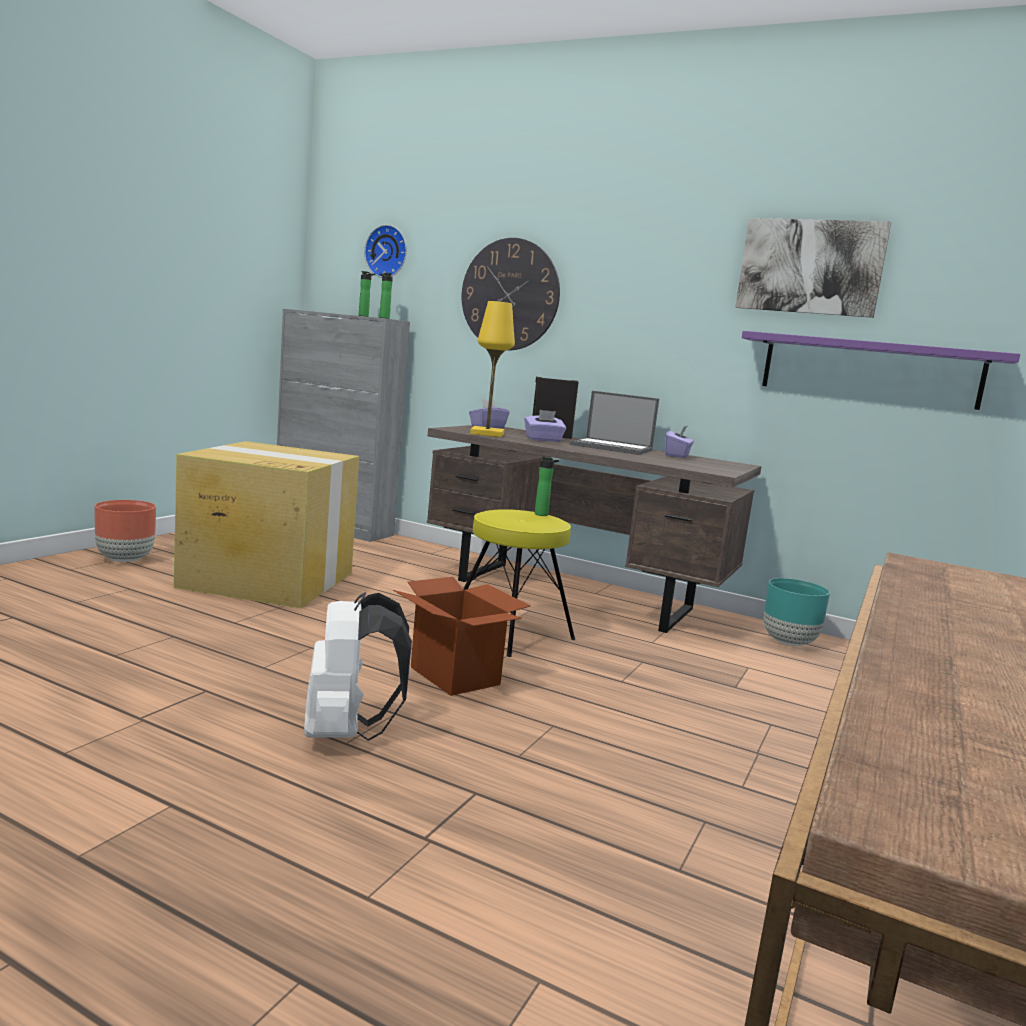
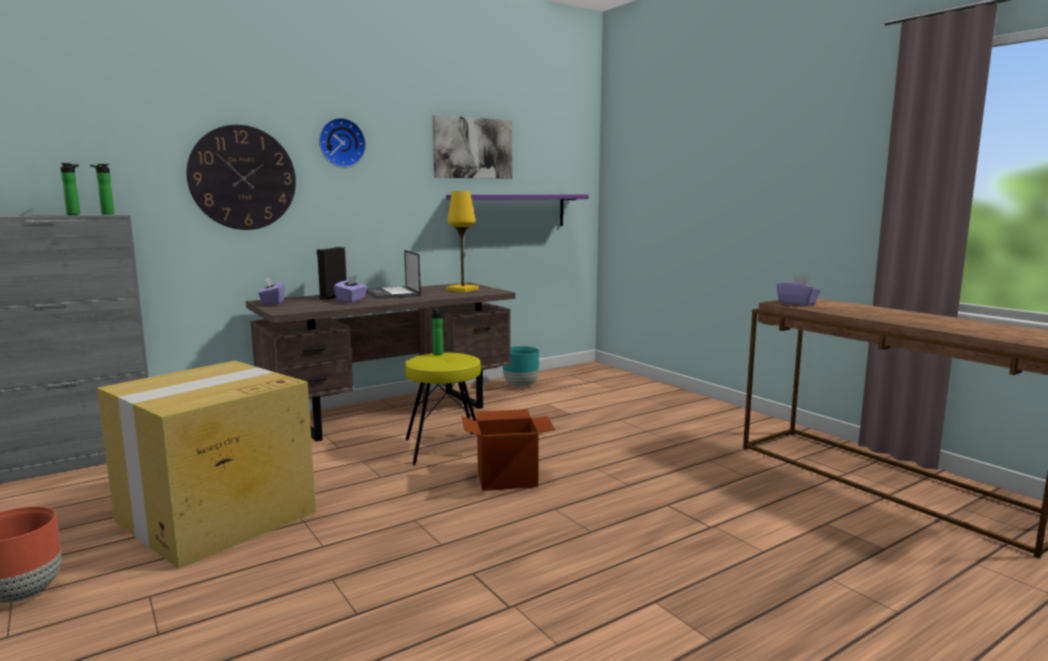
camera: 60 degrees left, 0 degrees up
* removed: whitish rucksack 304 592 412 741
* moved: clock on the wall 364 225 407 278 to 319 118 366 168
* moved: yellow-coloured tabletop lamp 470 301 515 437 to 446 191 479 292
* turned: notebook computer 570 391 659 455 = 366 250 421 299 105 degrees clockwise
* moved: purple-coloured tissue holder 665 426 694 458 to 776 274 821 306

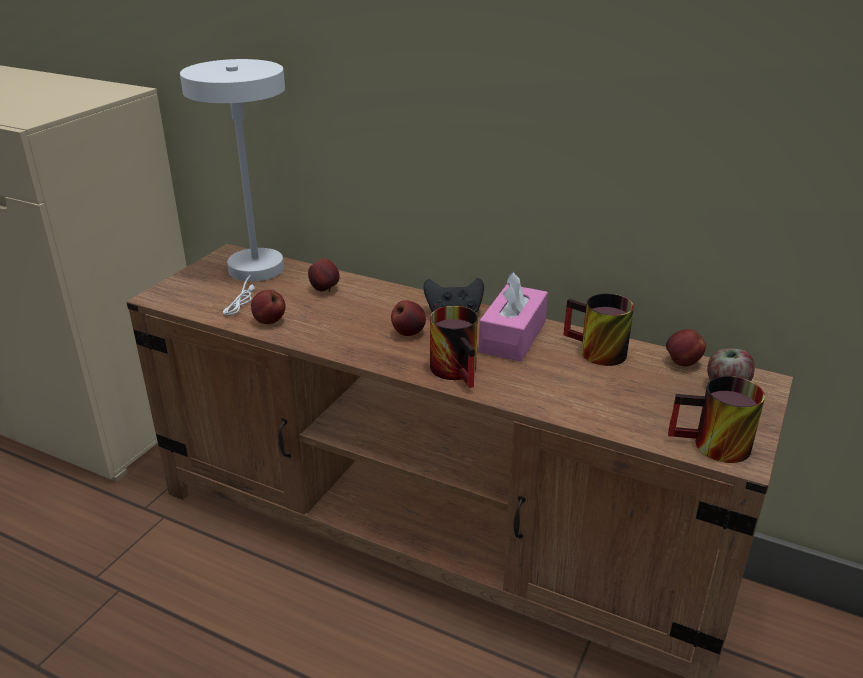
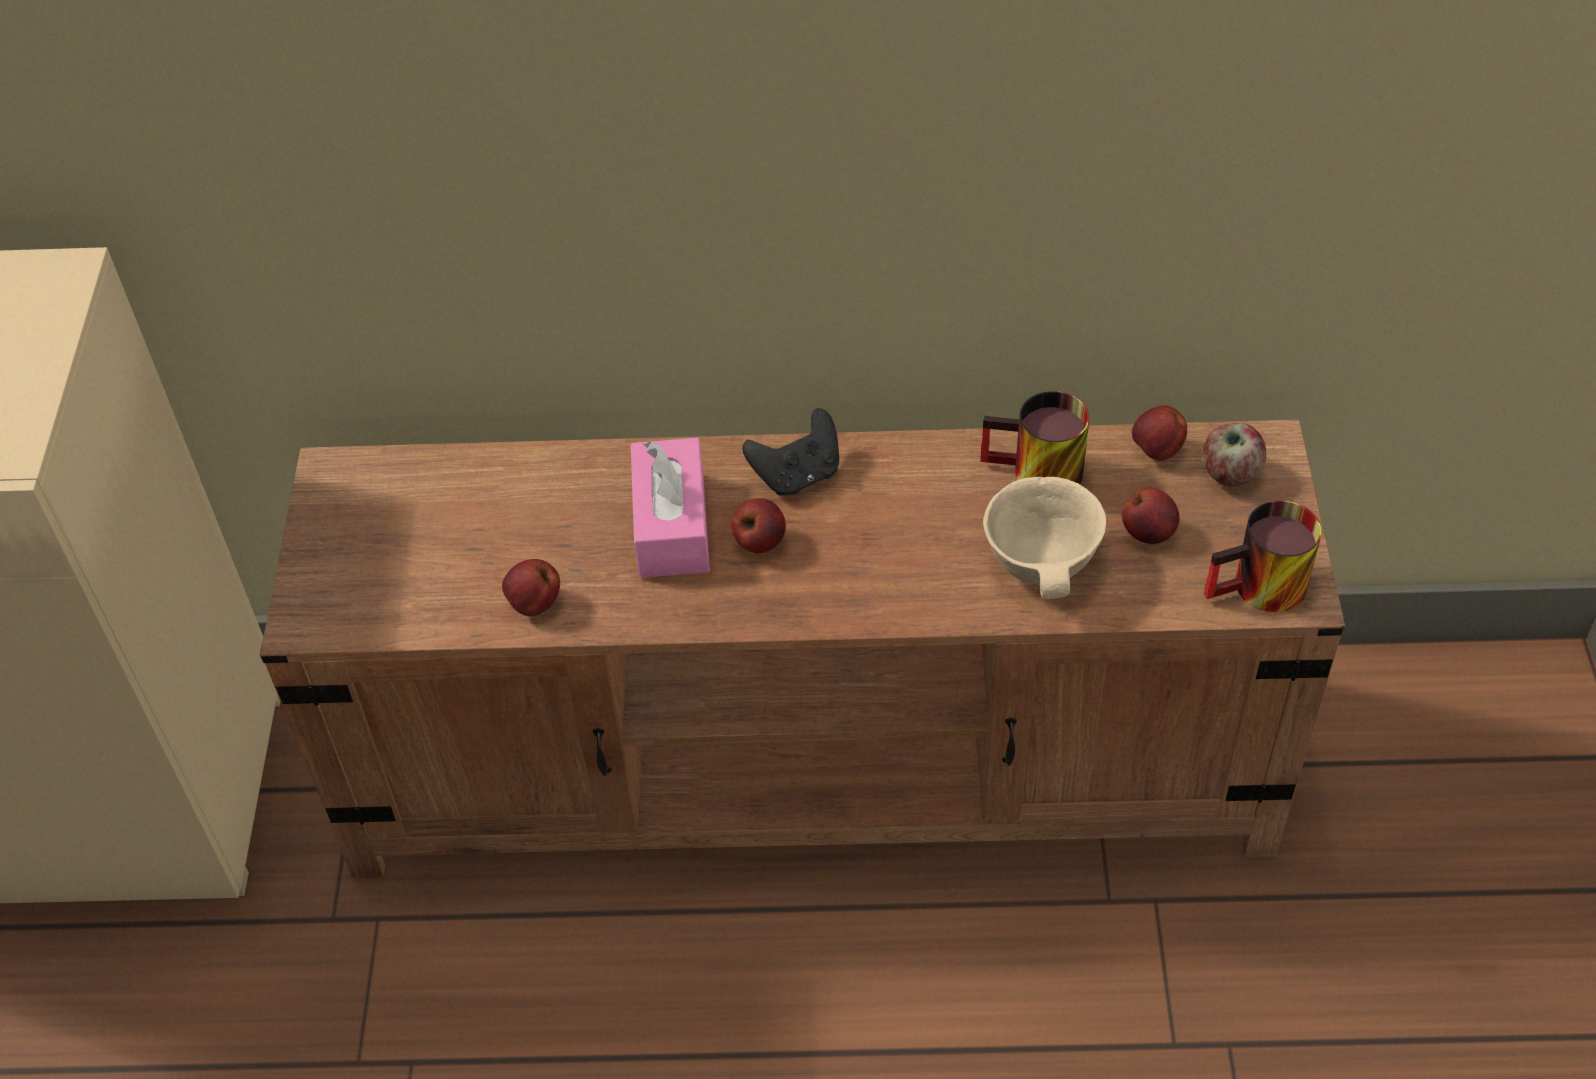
camera: 25 degrees left, 20 degrees up
* removed: whitish tabletop lamp 180 59 285 315
* moved: apple fruit 308 258 340 292 to 1122 487 1180 544
* removed: coffee mug 430 306 478 388
* moved: pinkish tissue holder 478 272 548 362 to 631 438 710 578
* added: sand-coloured serving bowl 983 477 1106 599

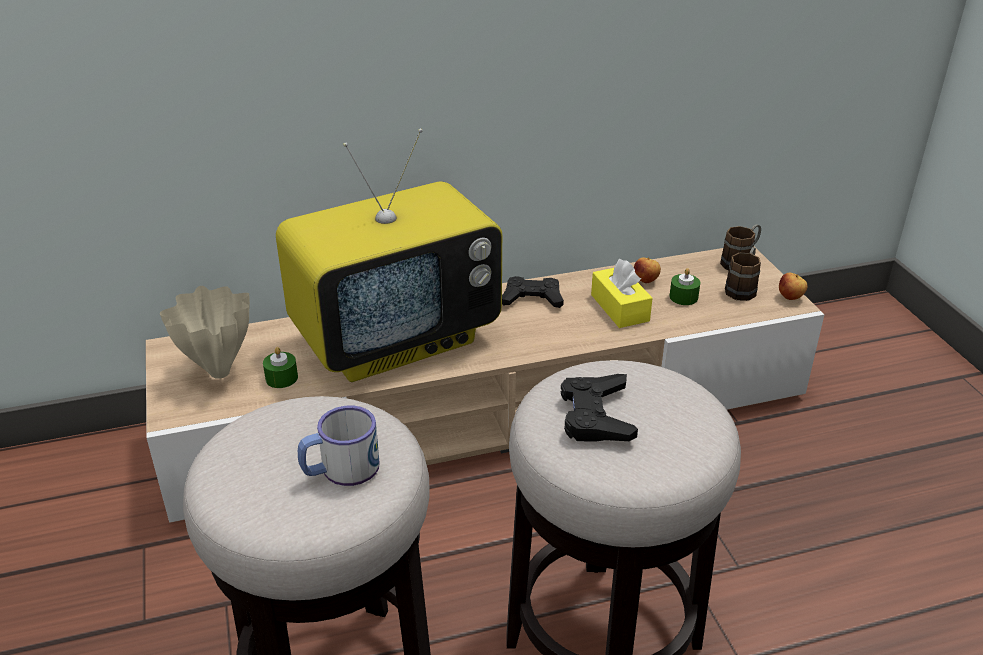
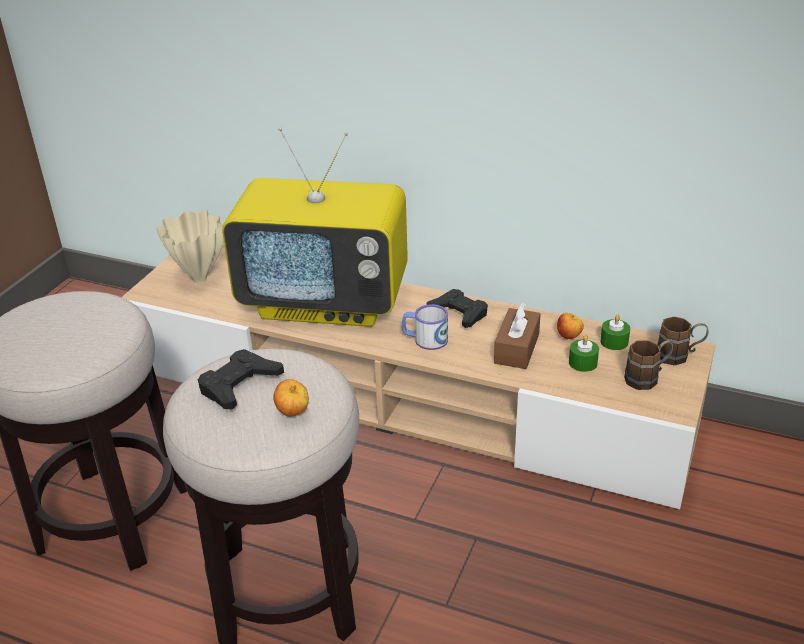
camera: 40 degrees right, 0 degrees up
* moved: greenish wax candle 263 347 298 388 to 600 314 630 350
* moved: coffee mug 298 406 380 486 to 402 304 448 350
* recoloured: yellow-coloured tissue holder 591 259 653 328 to brown tissue holder 494 303 541 369
* moved: apple fruit 779 273 808 300 to 273 379 309 417

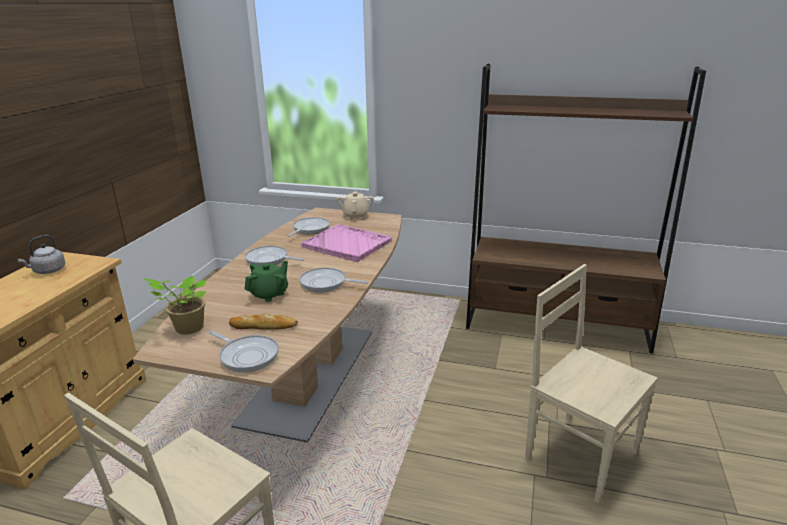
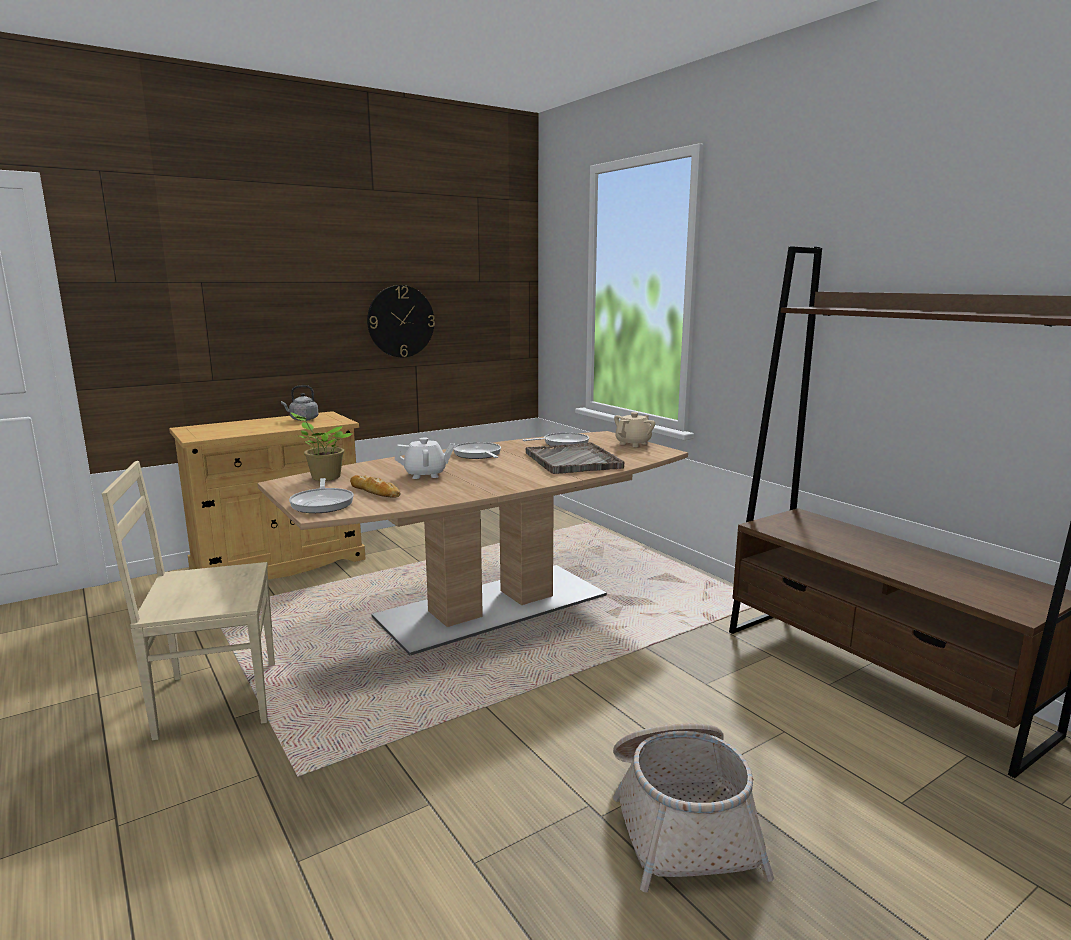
camera: 40 degrees right, 10 degrees down
* recoloured: greenish pot for tea 245 261 288 302 to whitish pot for tea 394 437 455 479
* removed: frying pan 299 267 368 292
* recoloured: pinkish carrying tray 301 224 392 262 to gray carrying tray 526 442 625 474
* replaced: sand-coloured upright chair 525 264 658 503 to basket 613 724 774 892
* added: clock on the wall 367 285 435 357

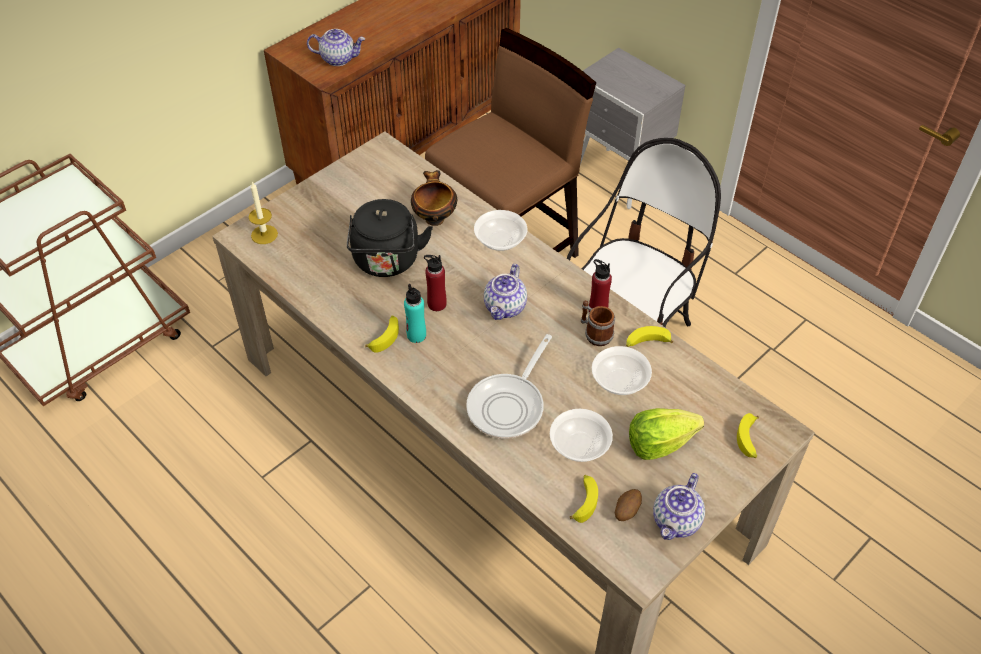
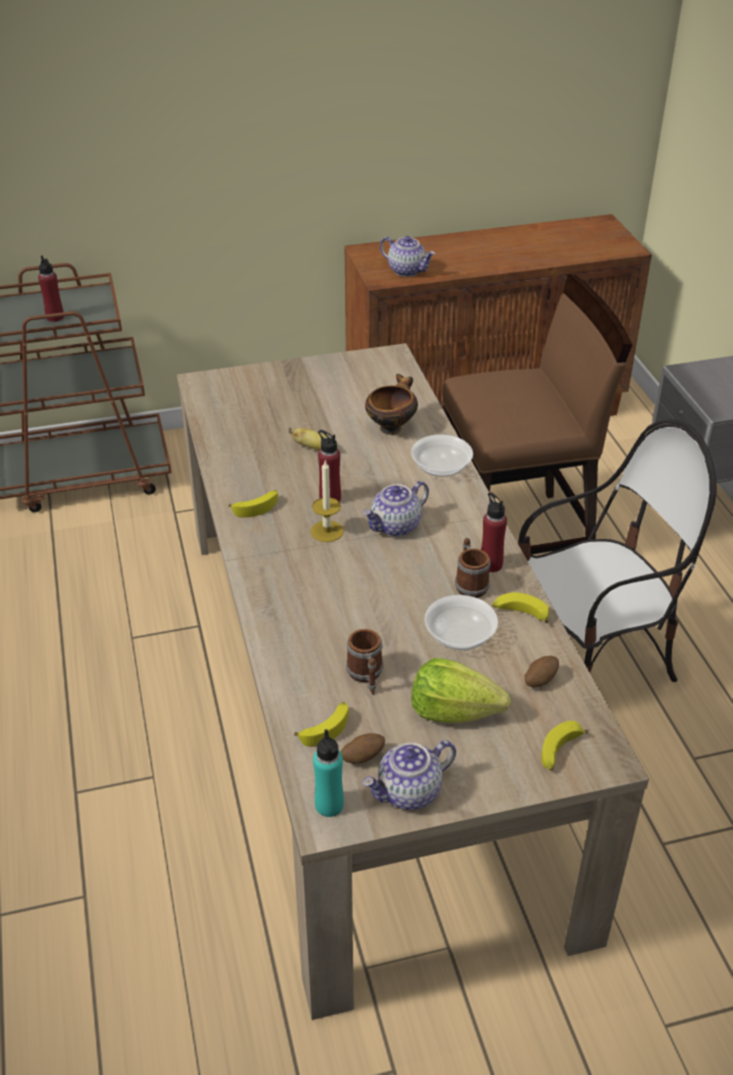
camera: 30 degrees right, 10 degrees down
* moved: wax candle 249 182 278 244 to 311 461 344 542
* replaced: blackish tea kettle 347 199 433 277 to banana 289 427 330 450
* moved: blue-green beverage bottle 404 284 426 343 to 313 729 344 817
* removed: frying pan 466 334 552 439
* replaced: serving bowl 550 409 613 462 to coffee mug 346 629 383 695
* added: reddish beverage bottle 38 256 64 322
* added: potato 524 655 559 687

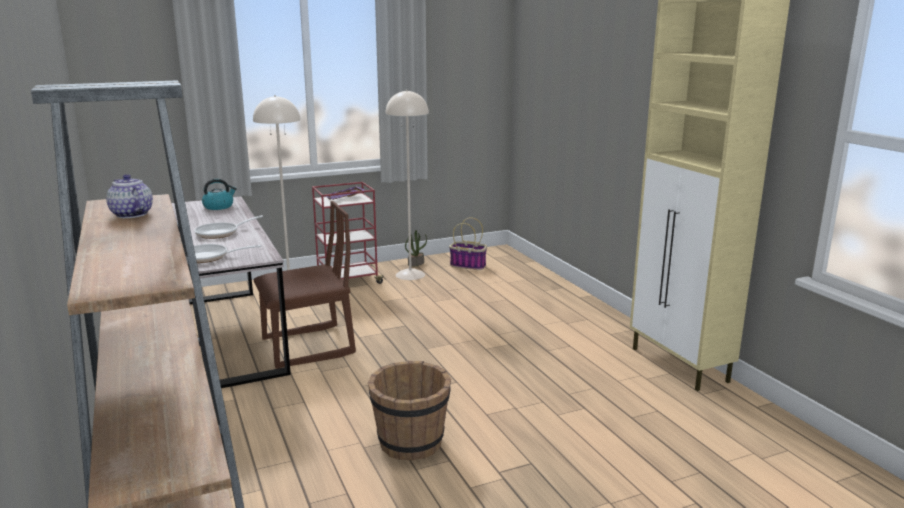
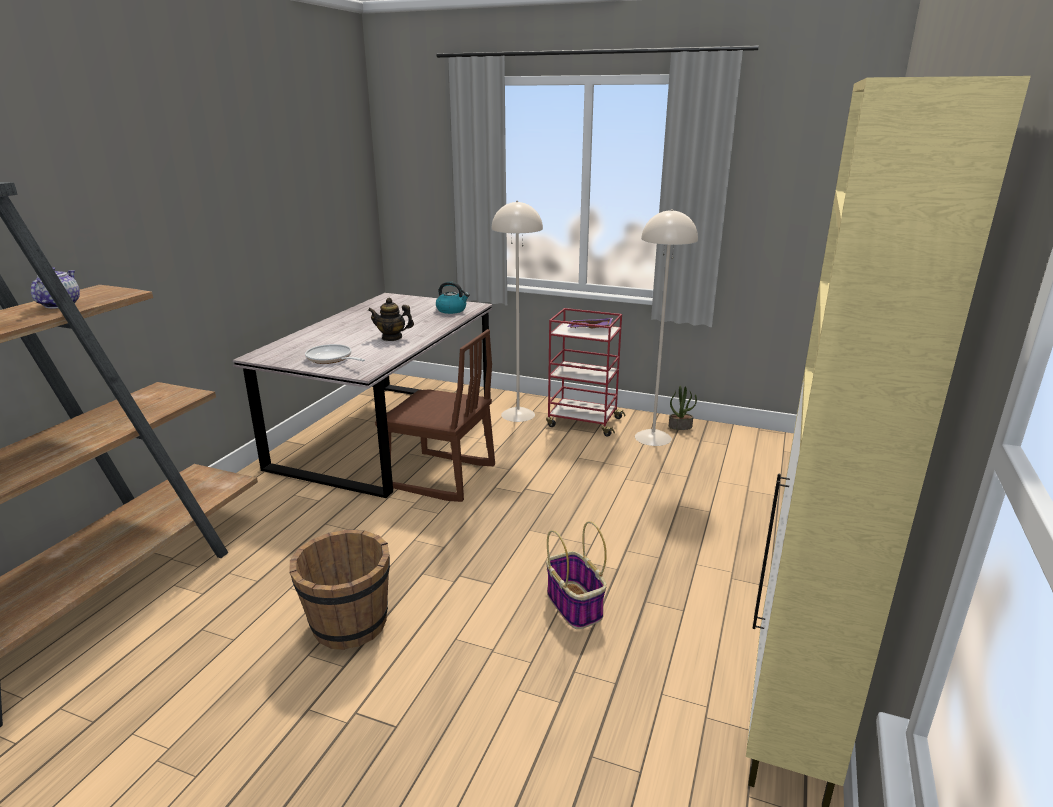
camera: 45 degrees right, 5 degrees up
* replaced: frying pan 194 215 263 239 to pot for tea 368 298 414 341
* moved: basket 449 218 487 270 to 546 521 607 629

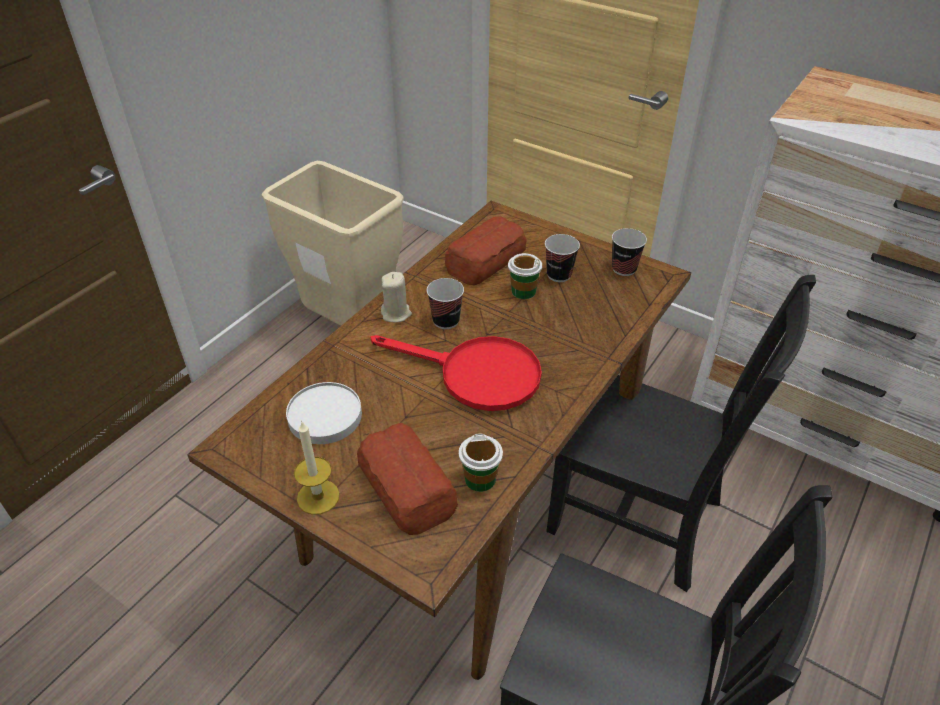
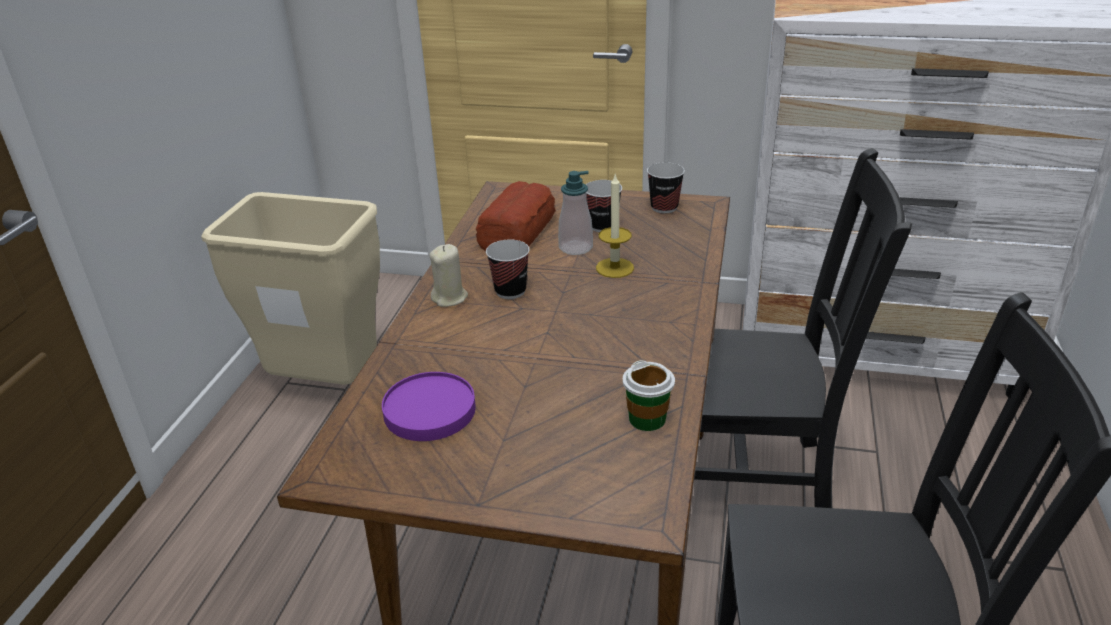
camera: 20 degrees left, 10 degrees down
* recoloured: whitish flat dish 286 382 362 444 to purple-coloured flat dish 382 372 476 441
* moved: wax candle 294 421 340 515 to 596 174 634 278
* removed: baked bread 357 423 458 535
* removed: reddish frying pan 371 335 542 411
* replaced: cup 508 253 542 299 to soap dispenser 558 171 593 255

